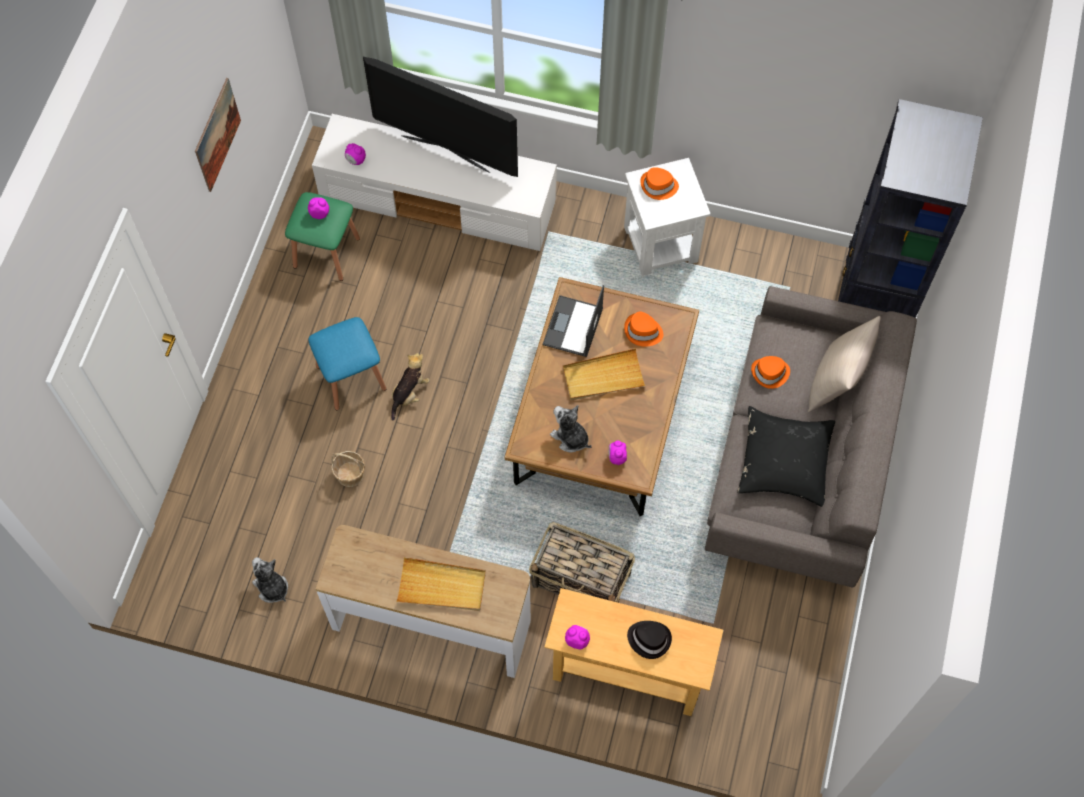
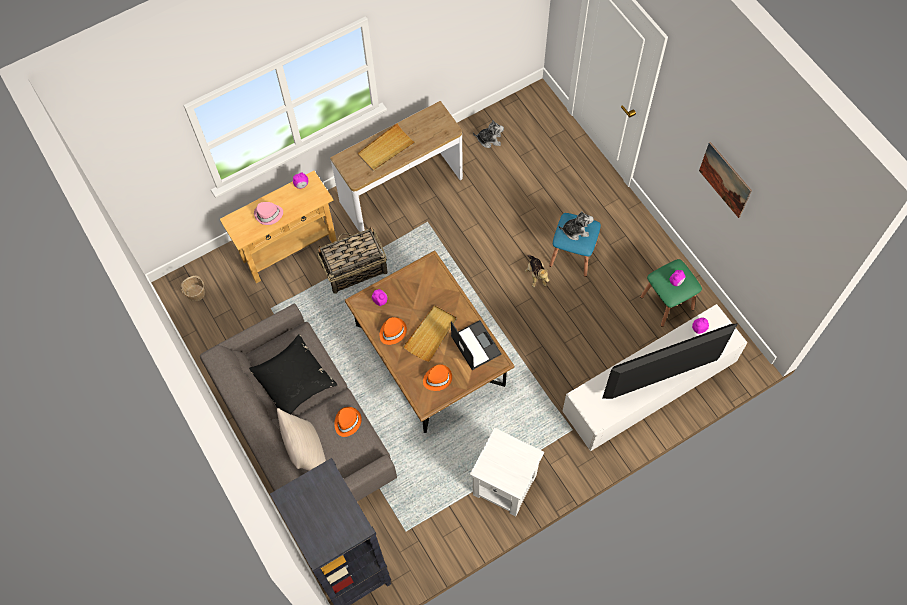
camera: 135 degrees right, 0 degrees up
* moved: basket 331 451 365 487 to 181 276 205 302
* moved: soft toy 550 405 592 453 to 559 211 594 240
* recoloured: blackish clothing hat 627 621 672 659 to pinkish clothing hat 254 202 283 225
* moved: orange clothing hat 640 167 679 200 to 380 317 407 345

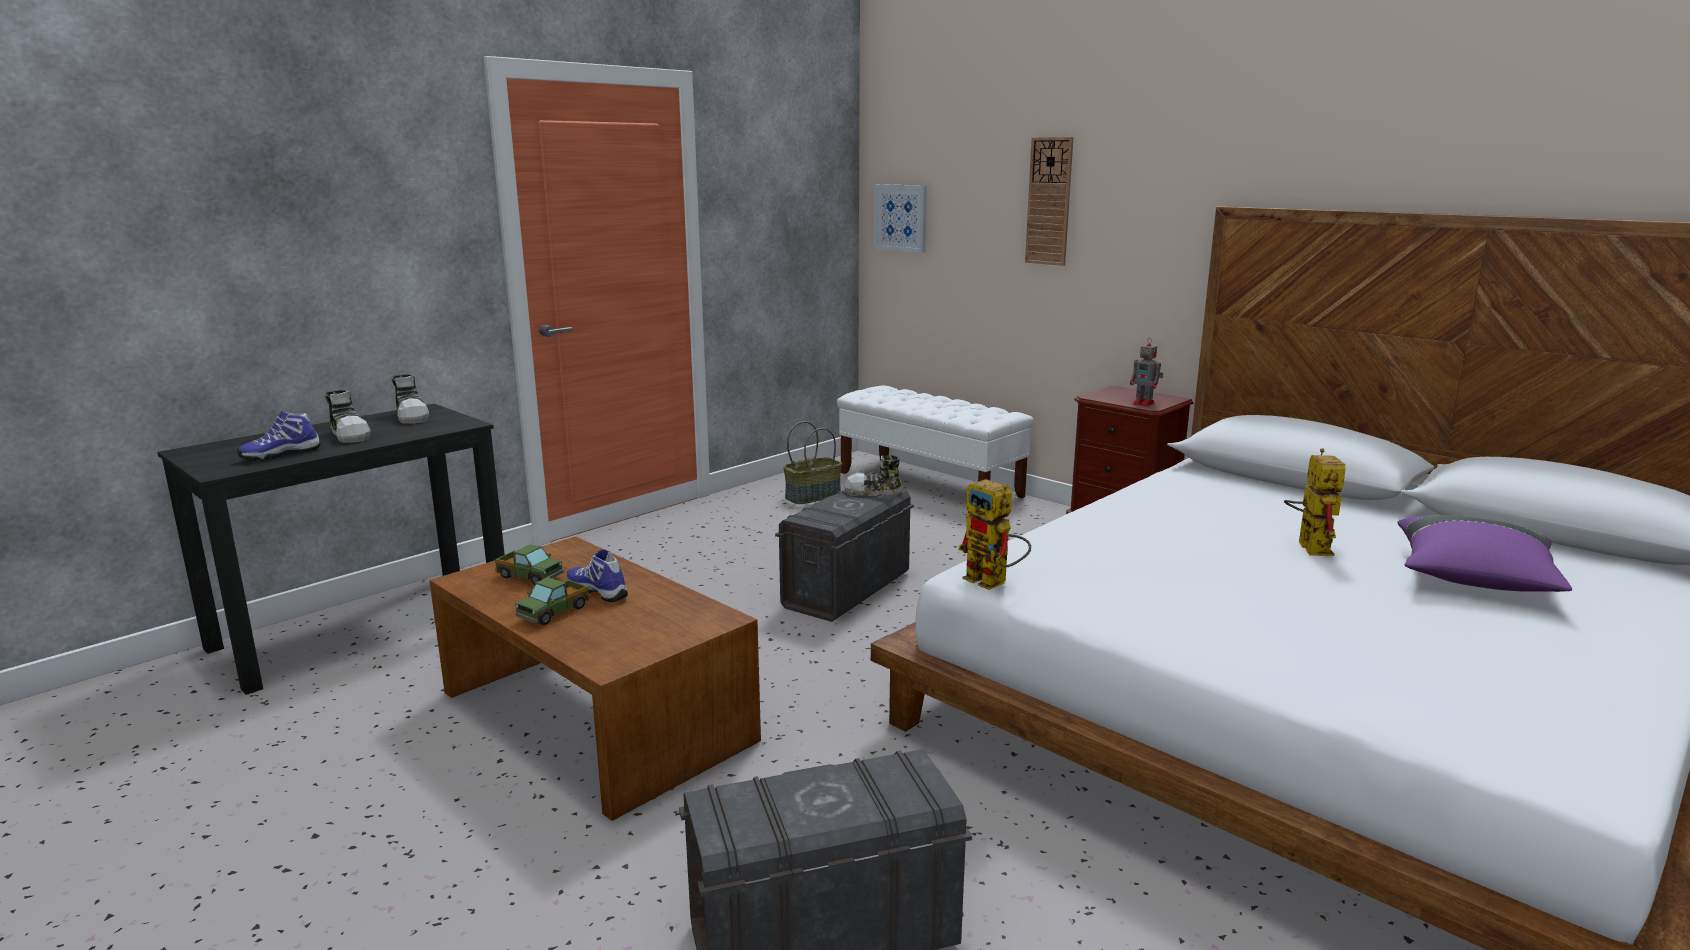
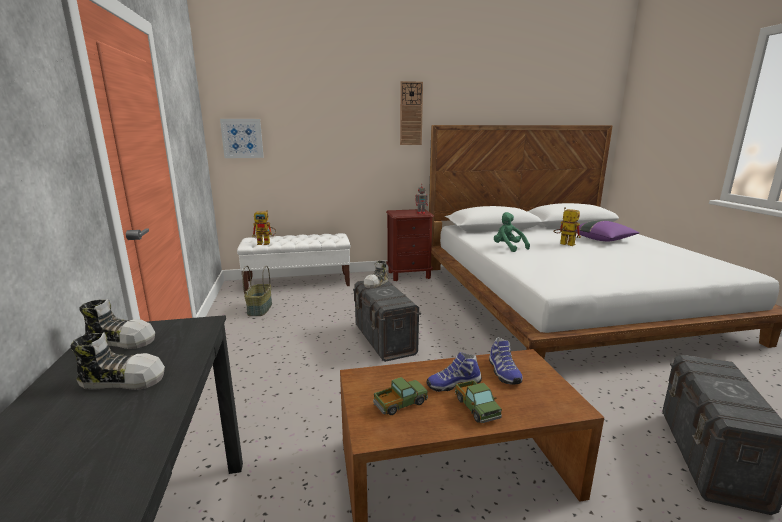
camera: 55 degrees left, 0 degrees up
* moved: low shoe 237 411 321 461 to 489 338 523 385
* moved: robot figure 958 479 1031 590 to 252 210 276 245
* moved: clock on the wall 1025 137 1074 266 to 400 81 423 145
* added: greenish soft toy 494 212 530 252

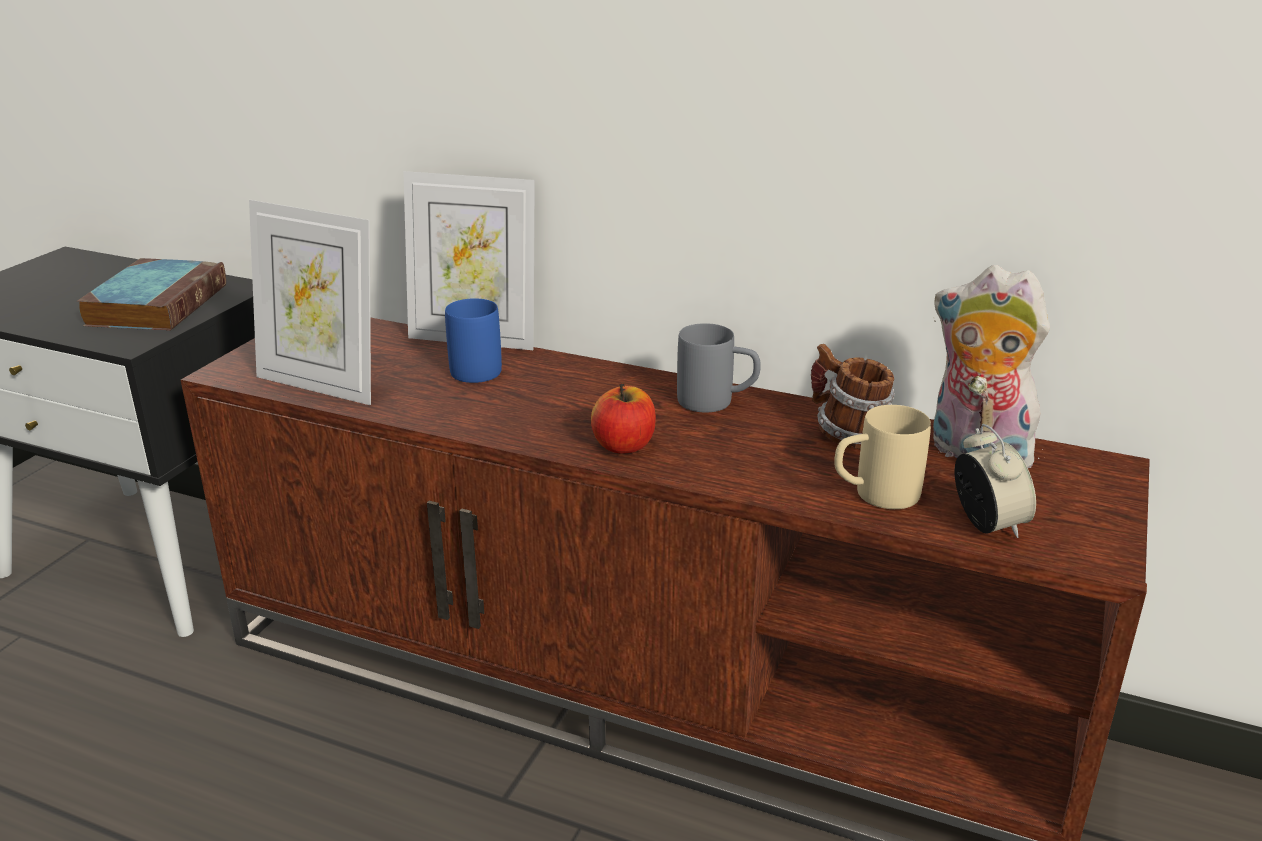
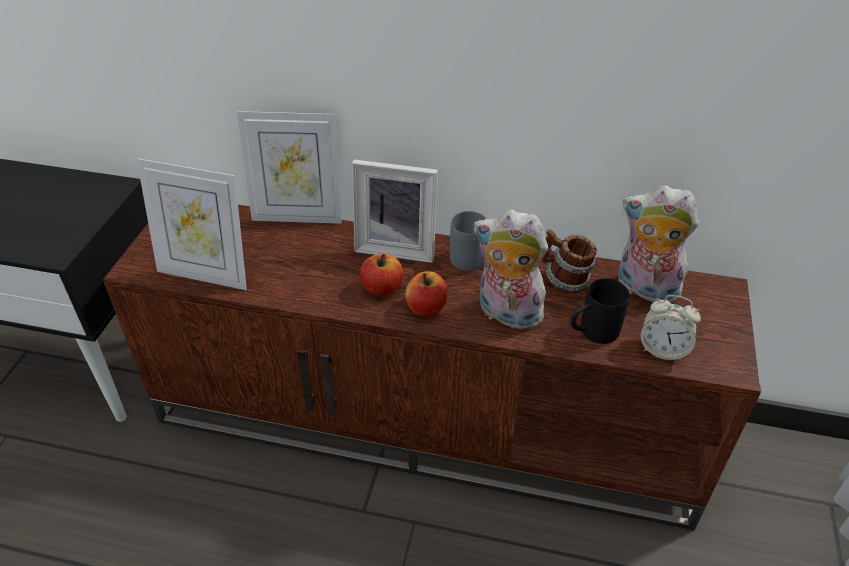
camera: 10 degrees left, 15 degrees up
* removed: volume 77 258 226 331
* removed: bluish coffee mug 445 298 502 383
* recoloured: sand-coloured coffee mug 834 405 931 509 to blackish coffee mug 571 278 629 344
* turned: alarm clock 954 424 1036 538 = 641 295 701 361 135 degrees clockwise
* added: picture frame 352 160 438 263
* added: apple fruit 360 254 403 296
* added: soft toy 474 209 550 330

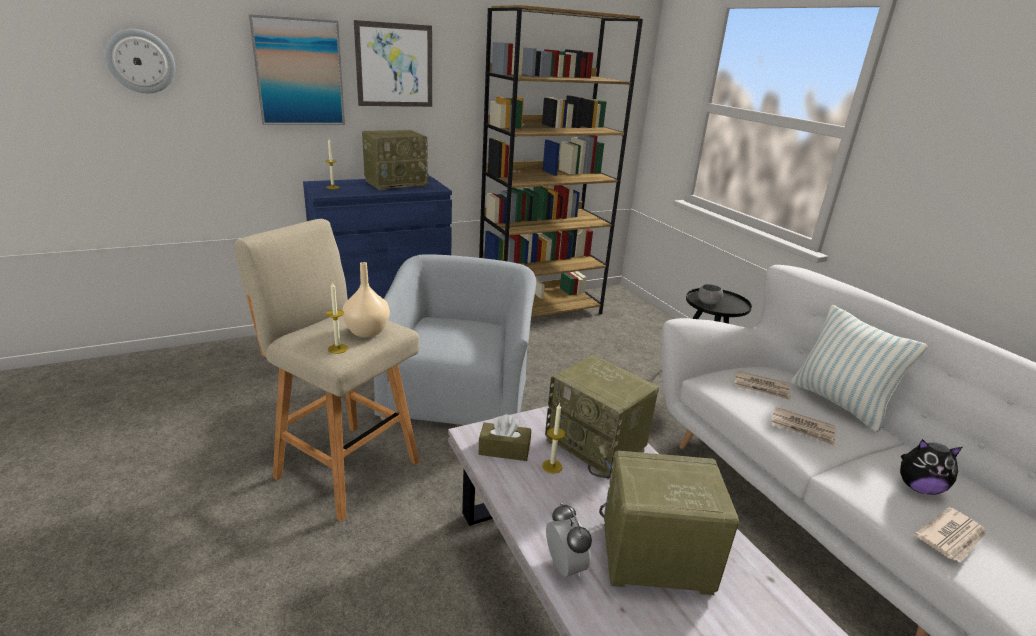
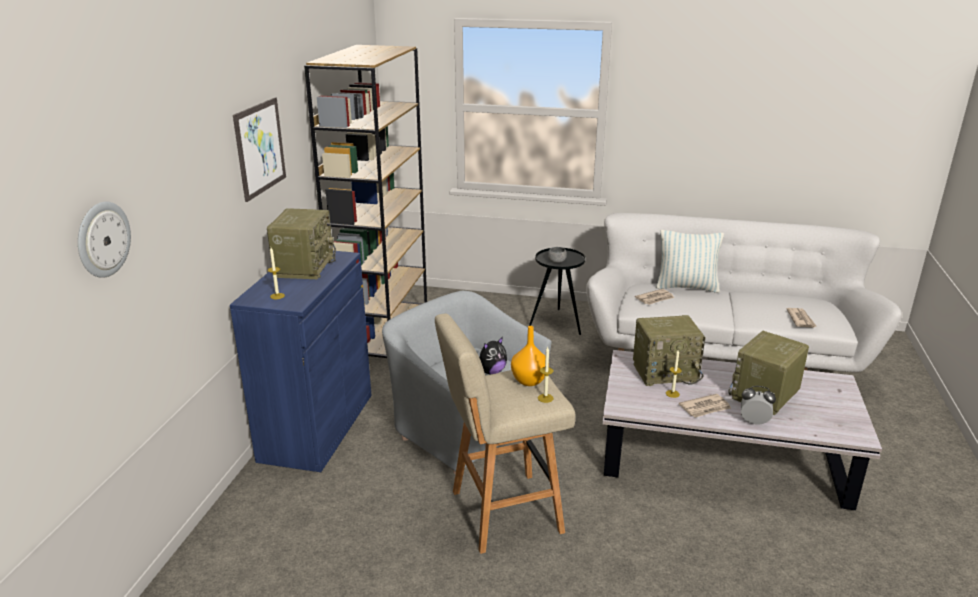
camera: 50 degrees left, 0 degrees up
* removed: wall art 249 14 345 125
* recoloured: sand-coloured vase 342 262 390 338 to orange vase 511 326 545 386
* removed: brown tissue holder 478 414 531 461
* moved: printed paper 771 407 836 446 to 679 394 731 418
* moved: soft toy 900 439 962 495 to 479 337 507 374

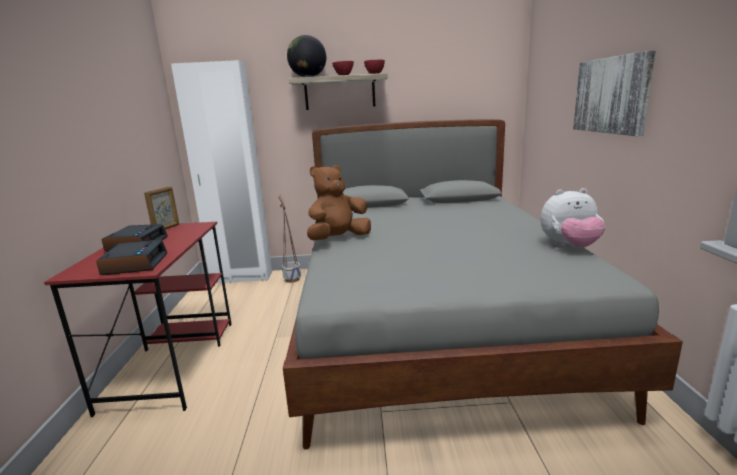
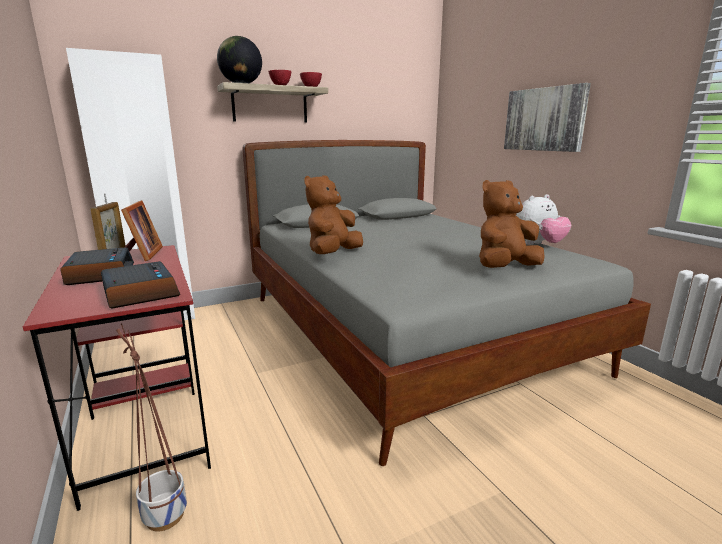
camera: 25 degrees left, 0 degrees up
* moved: plant pot 278 195 301 283 to 116 323 187 532
* added: picture frame 121 200 163 261
* added: brown soft toy 479 180 545 268

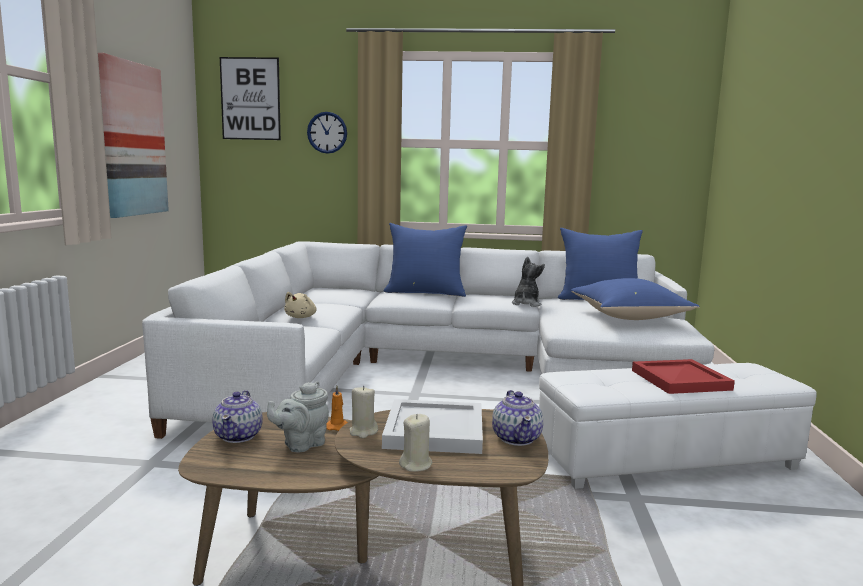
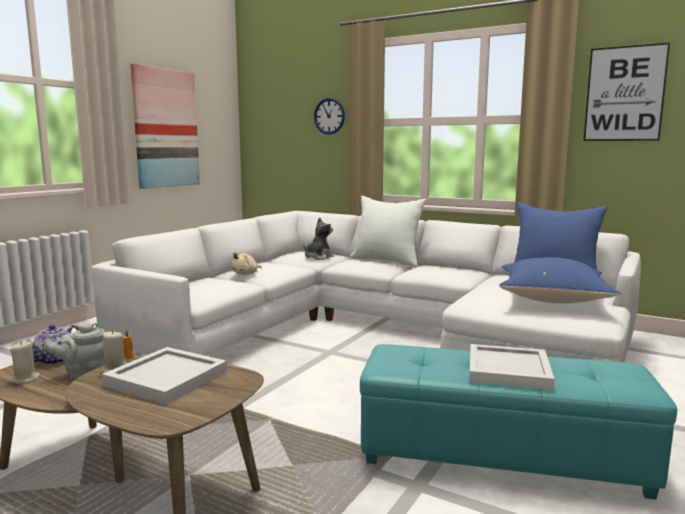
camera: 25 degrees right, 0 degrees up
* moved: wall art 220 57 281 140 to 584 43 670 141
* recoloured: bluish throw pillow 383 223 467 297 to whitish throw pillow 350 196 427 267
* moved: sand-coloured wax candle 399 414 432 472 to 10 341 40 383
* removed: pot for tea 492 390 543 446
* moved: soft toy 512 257 545 307 to 303 217 334 260
* recoloured: whitish footrest 539 363 817 489 to blue-green footrest 360 344 677 500
* recoloured: reddish carrying tray 632 359 735 394 to whitish carrying tray 469 344 555 390

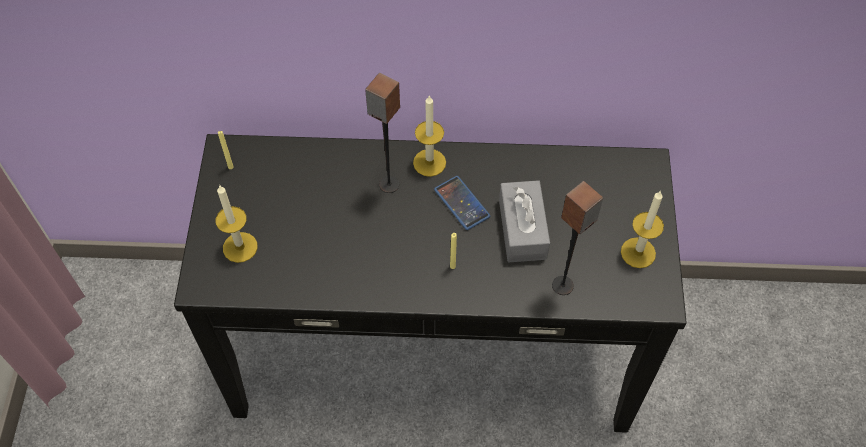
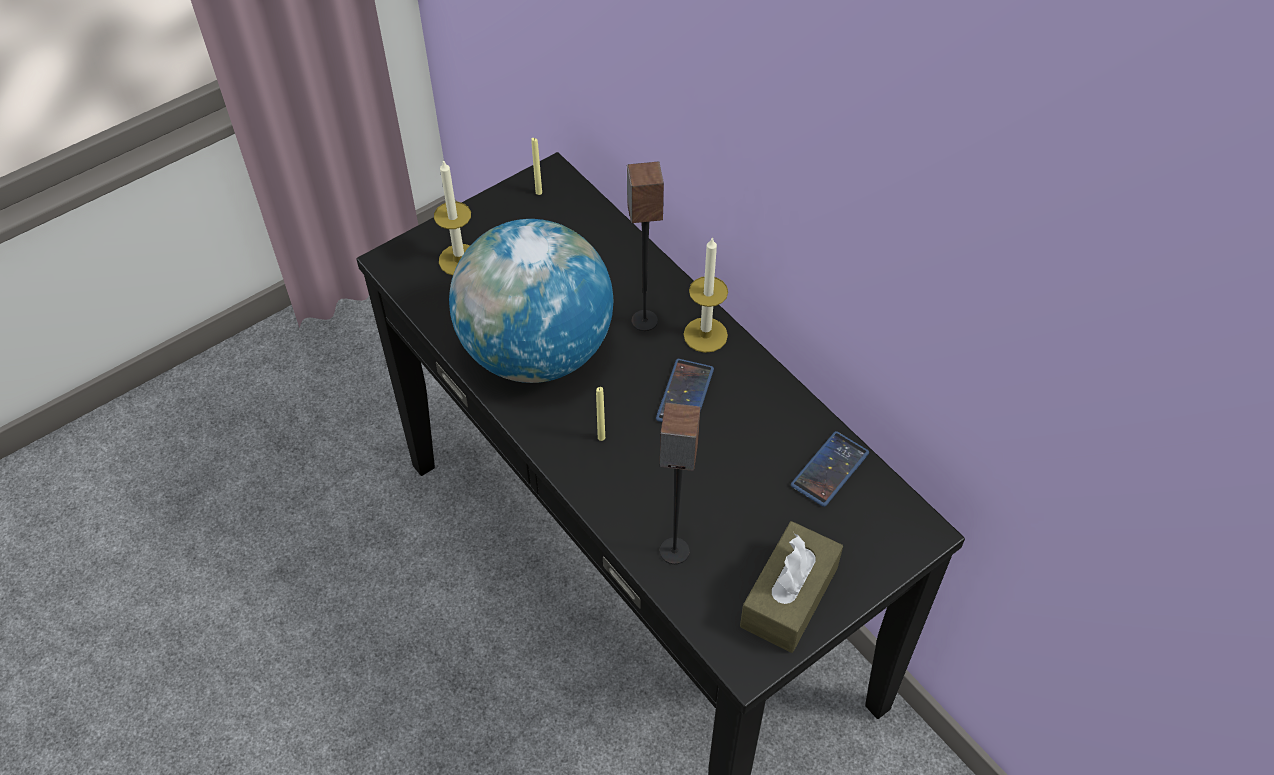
camera: 50 degrees right, 5 degrees down
* removed: gray tissue holder 499 180 550 262
* replaced: wax candle 621 191 664 268 to brown tissue holder 740 521 843 653
* added: globe 449 219 613 383
* added: phone 791 431 869 507

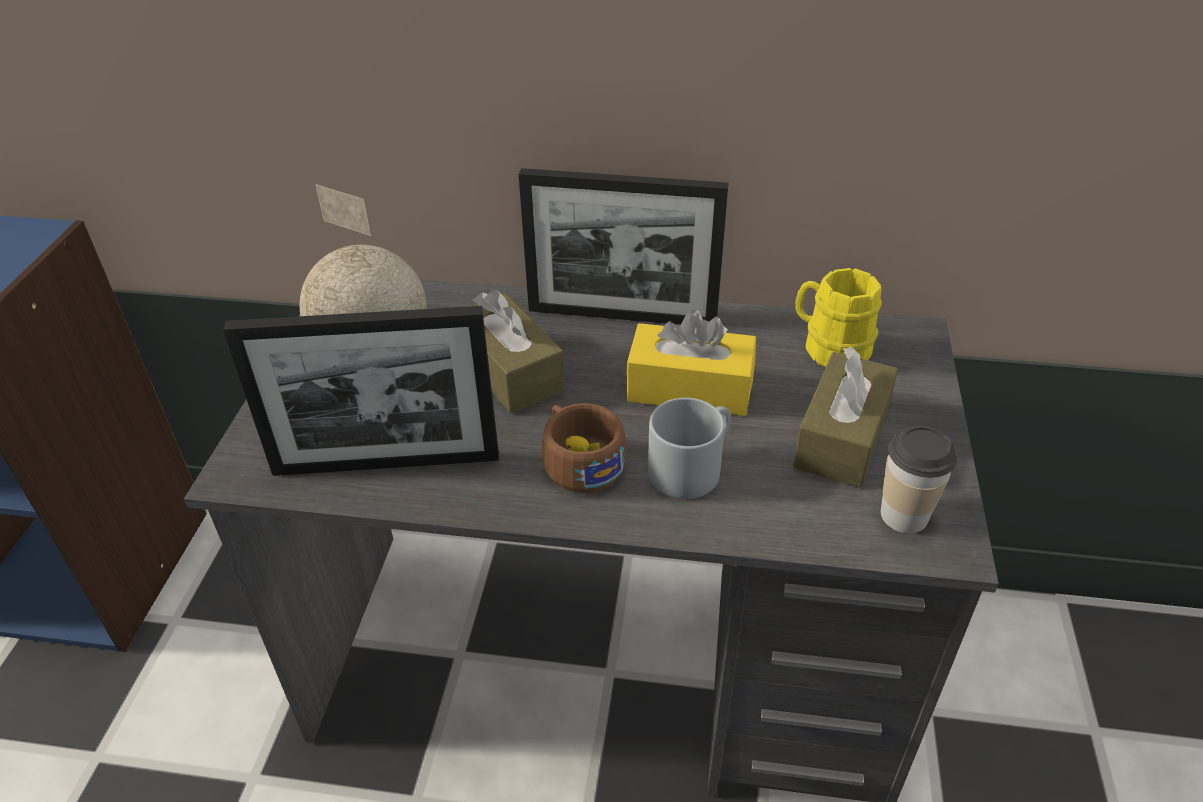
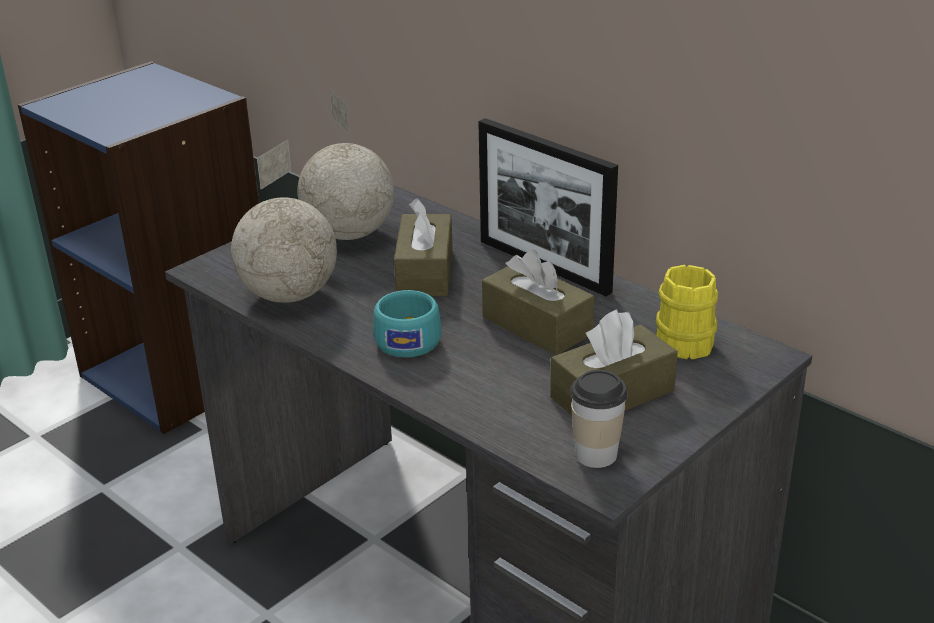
camera: 35 degrees right, 10 degrees down
* replaced: picture frame 223 306 499 476 to globe 231 139 337 303
* recoloured: brown cup 542 403 627 493 to blue-green cup 373 290 442 357
* recoloured: yellow-coloured tissue holder 626 309 756 416 to brown tissue holder 482 250 595 355
* removed: gray coffee mug 648 398 731 499

